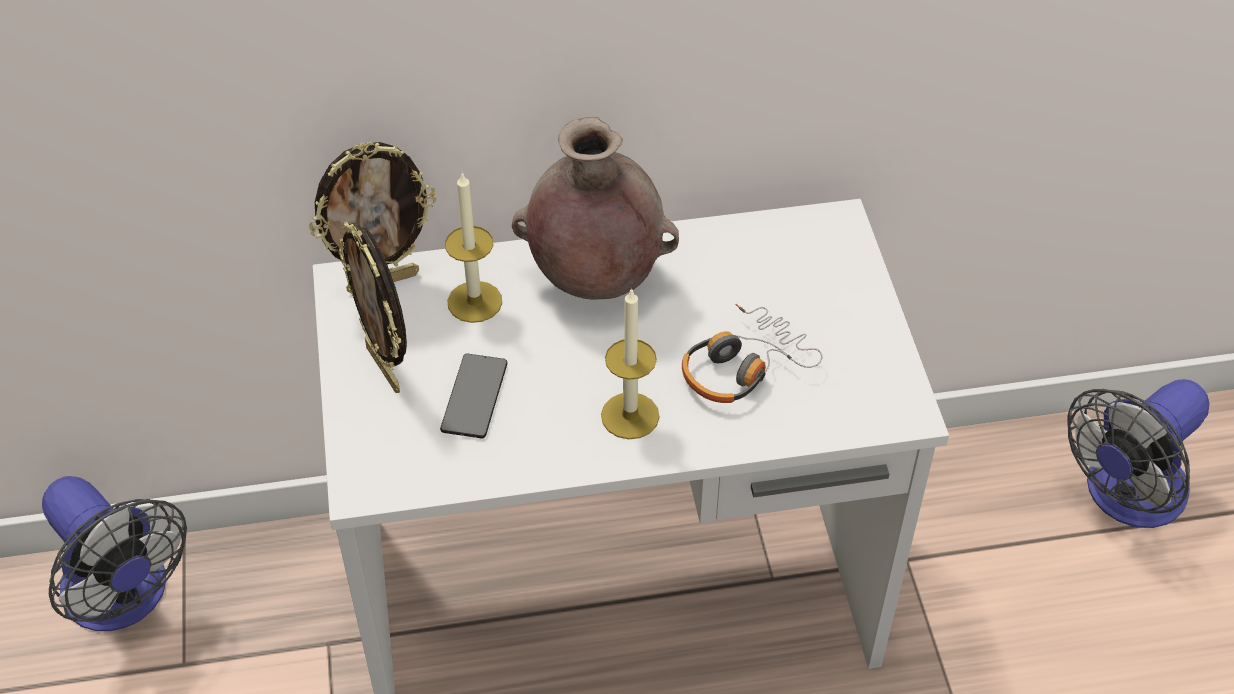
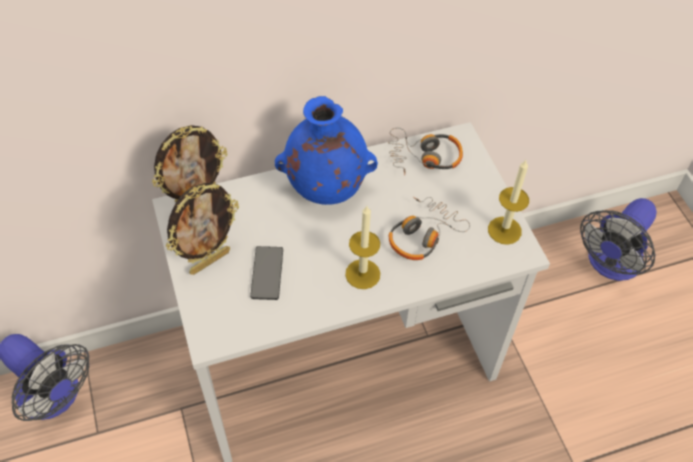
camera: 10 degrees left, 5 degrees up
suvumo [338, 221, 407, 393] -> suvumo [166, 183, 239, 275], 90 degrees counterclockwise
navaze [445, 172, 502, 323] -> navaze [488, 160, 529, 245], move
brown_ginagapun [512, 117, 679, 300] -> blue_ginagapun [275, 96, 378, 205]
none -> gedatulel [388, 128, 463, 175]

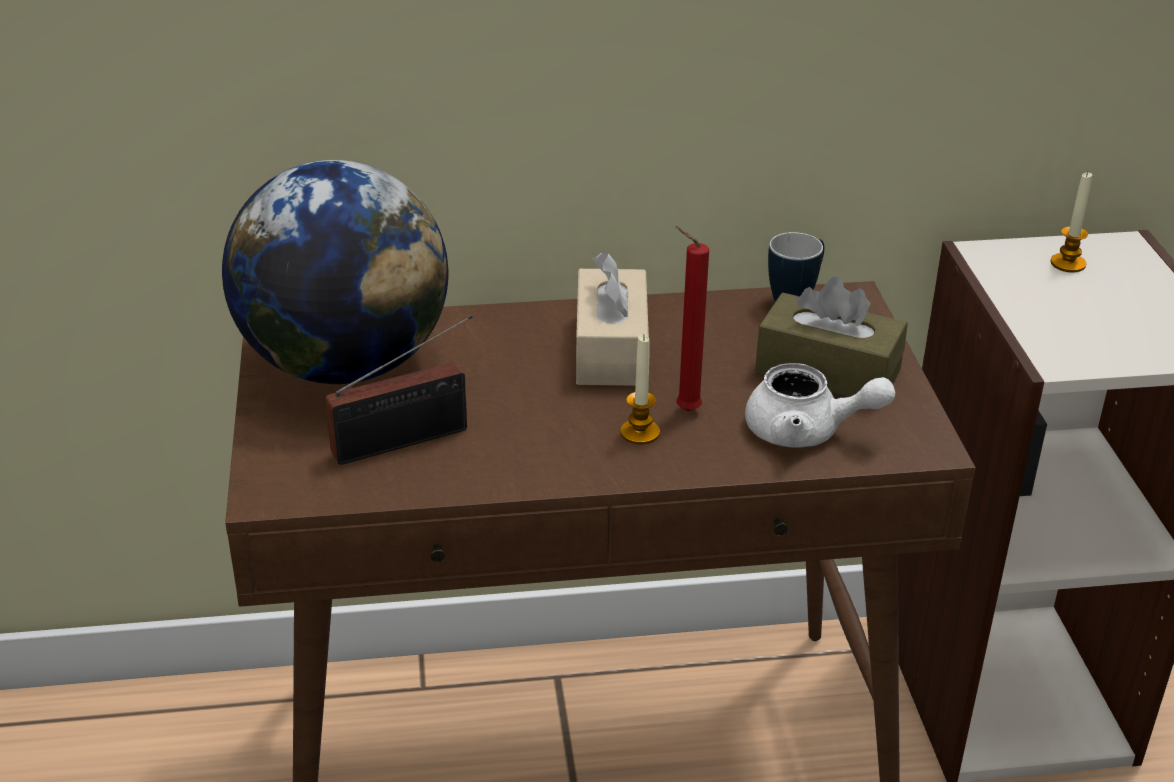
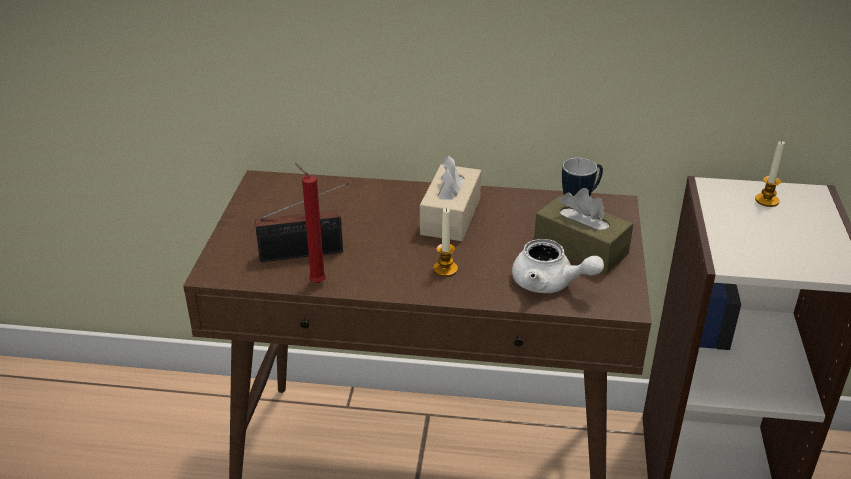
camera: 15 degrees right, 0 degrees up
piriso [222, 160, 448, 384] -> none
red_navaze [675, 226, 709, 411] -> red_navaze [295, 163, 326, 283], move

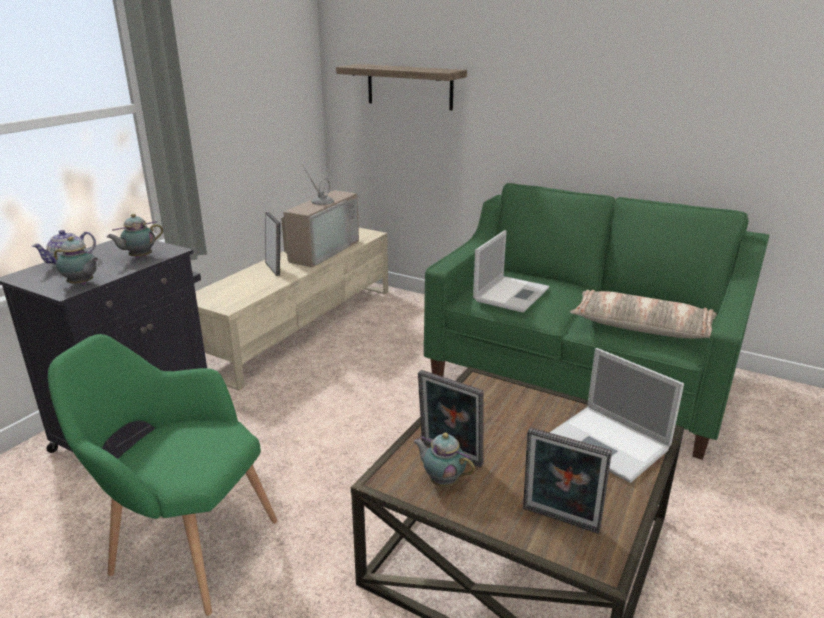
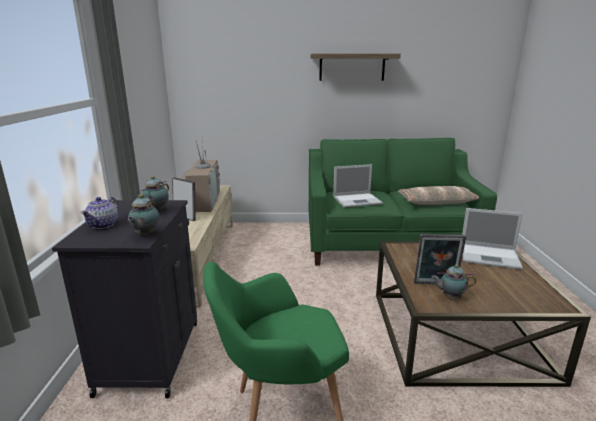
camera: 30 degrees left, 5 degrees down
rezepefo [54, 237, 99, 285] -> rezepefo [128, 194, 160, 236], 105 degrees clockwise
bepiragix [336, 64, 467, 110] -> bepiragix [310, 54, 401, 81], move
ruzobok [473, 230, 549, 313] -> ruzobok [333, 164, 383, 208], 75 degrees clockwise
suvumo [523, 427, 612, 534] -> none

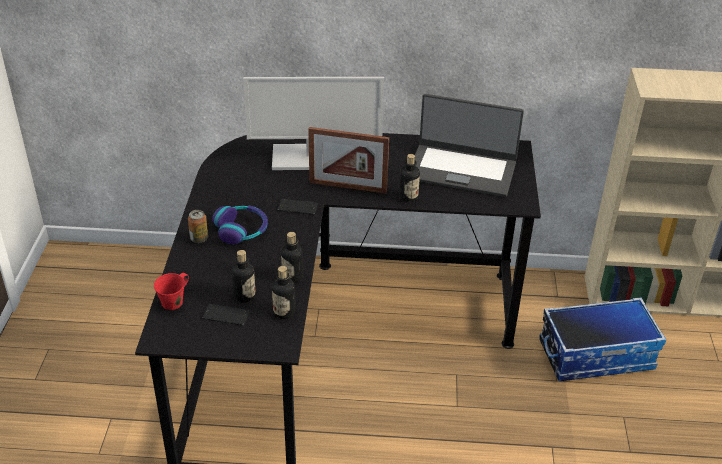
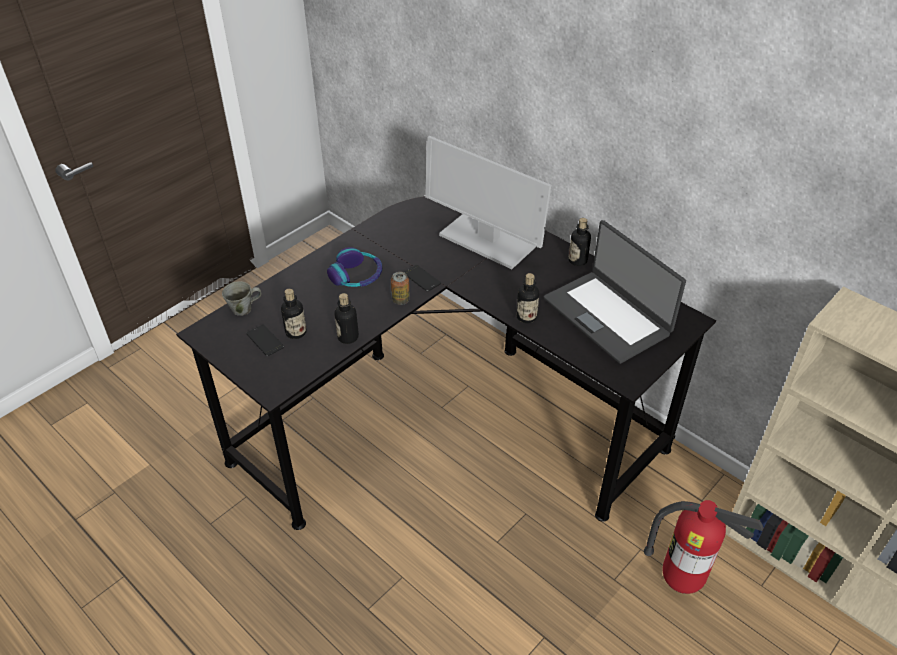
camera: 40 degrees right, 5 degrees up
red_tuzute [154, 273, 189, 310] -> grey_tuzute [222, 281, 261, 316]
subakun [188, 210, 208, 243] -> subakun [391, 272, 410, 305], move
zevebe [272, 266, 296, 319] -> zevebe [568, 218, 591, 266], move
suvumo [308, 127, 389, 193] -> none
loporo [539, 297, 666, 381] -> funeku [644, 500, 764, 594]

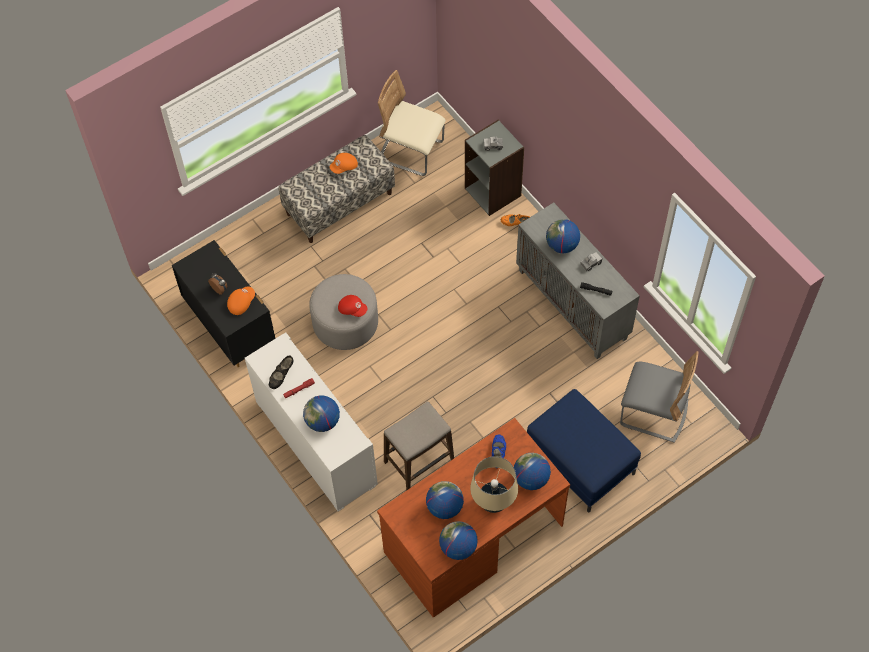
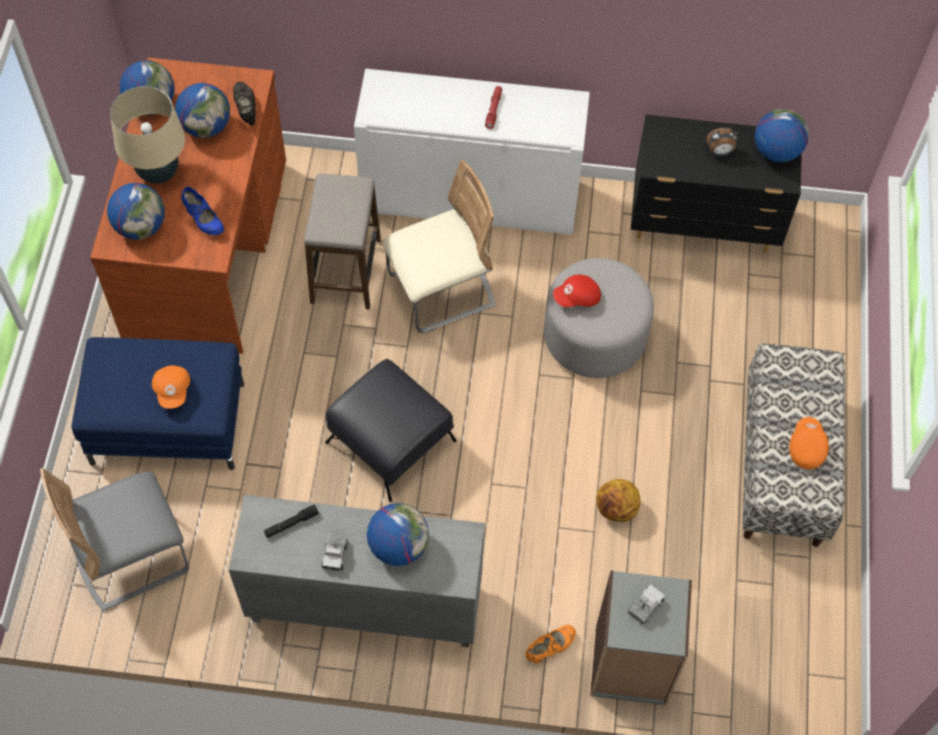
camera: 130 degrees right, 0 degrees up
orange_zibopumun [227, 286, 255, 315] -> orange_zibopumun [152, 365, 190, 409], move
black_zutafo [269, 355, 294, 389] -> black_zutafo [233, 82, 256, 126], move
piriso [303, 396, 340, 432] -> piriso [755, 109, 809, 162], move
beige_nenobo [378, 70, 446, 176] -> beige_nenobo [382, 159, 496, 333], move
none -> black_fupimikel [325, 359, 457, 502]
none -> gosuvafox [596, 479, 640, 522]

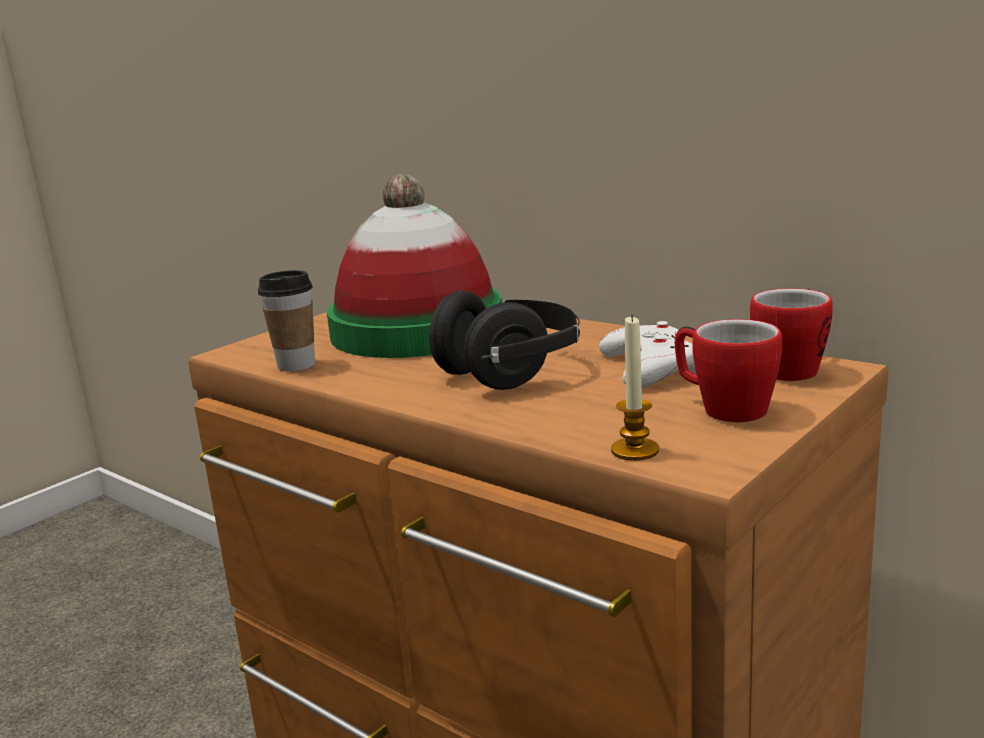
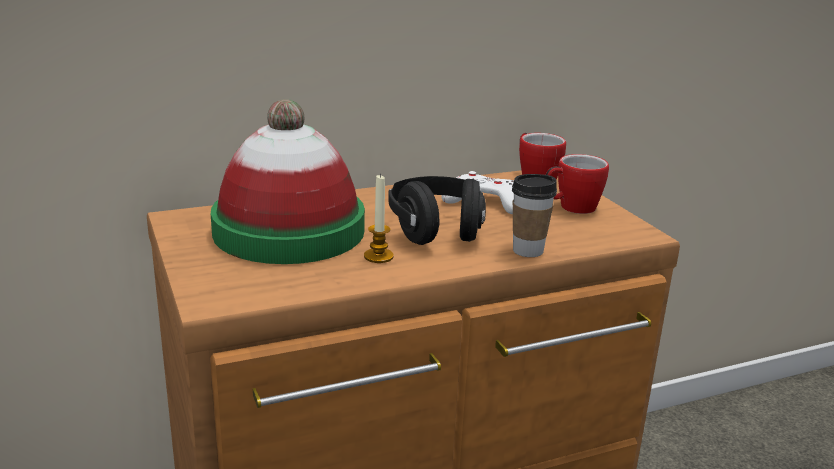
camera: 65 degrees left, 5 degrees up
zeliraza [258, 270, 315, 372] -> zeliraza [512, 174, 557, 257], move
navaze [611, 315, 659, 461] -> navaze [364, 173, 394, 263], move

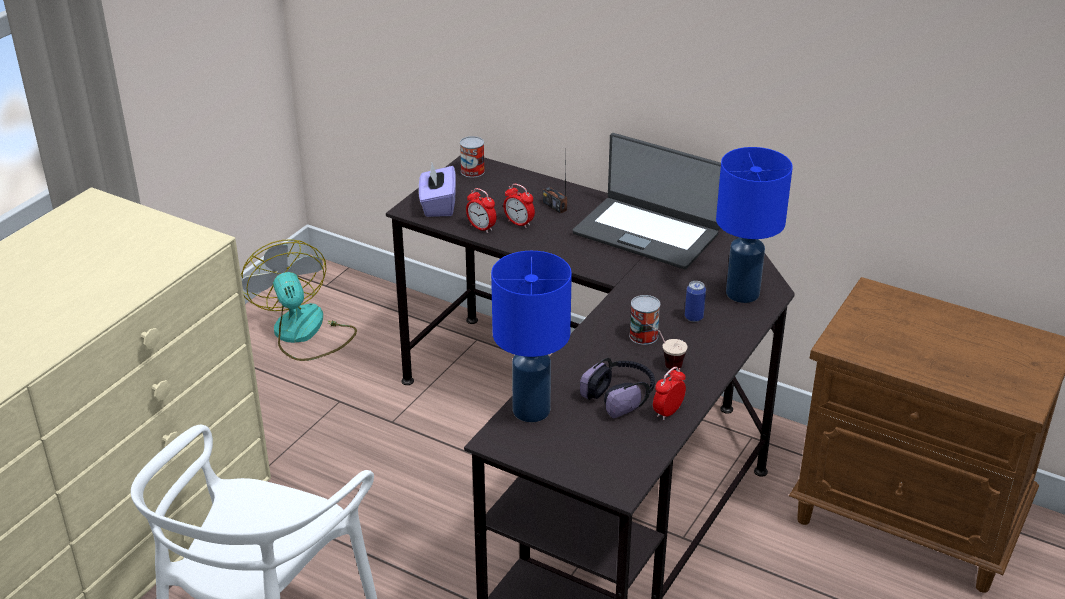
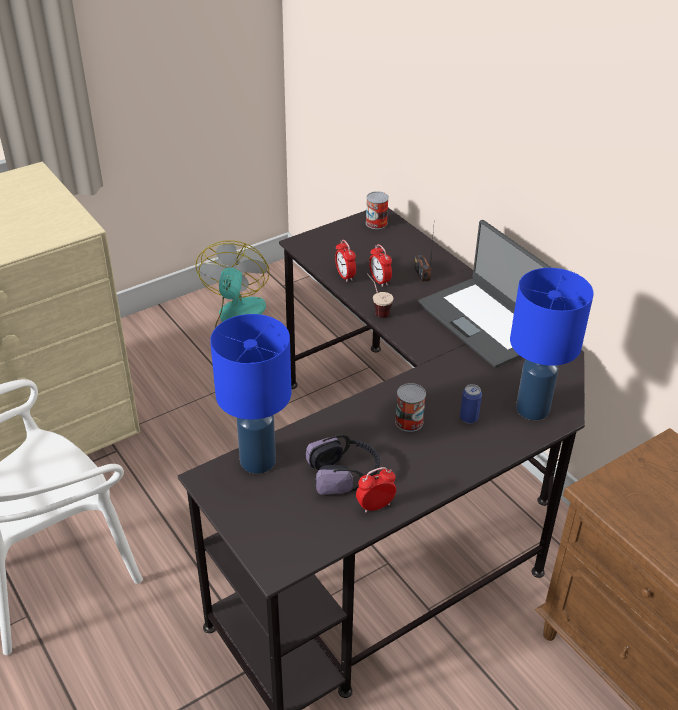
camera: 25 degrees right, 5 degrees up
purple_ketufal [419, 163, 456, 217] -> none
zeliraza [646, 323, 688, 370] -> zeliraza [367, 273, 393, 318], move

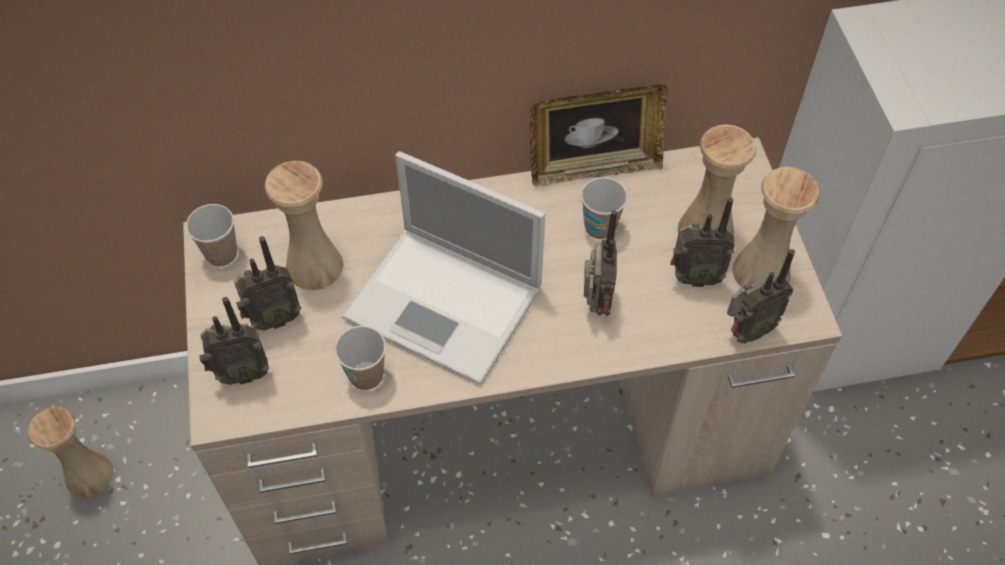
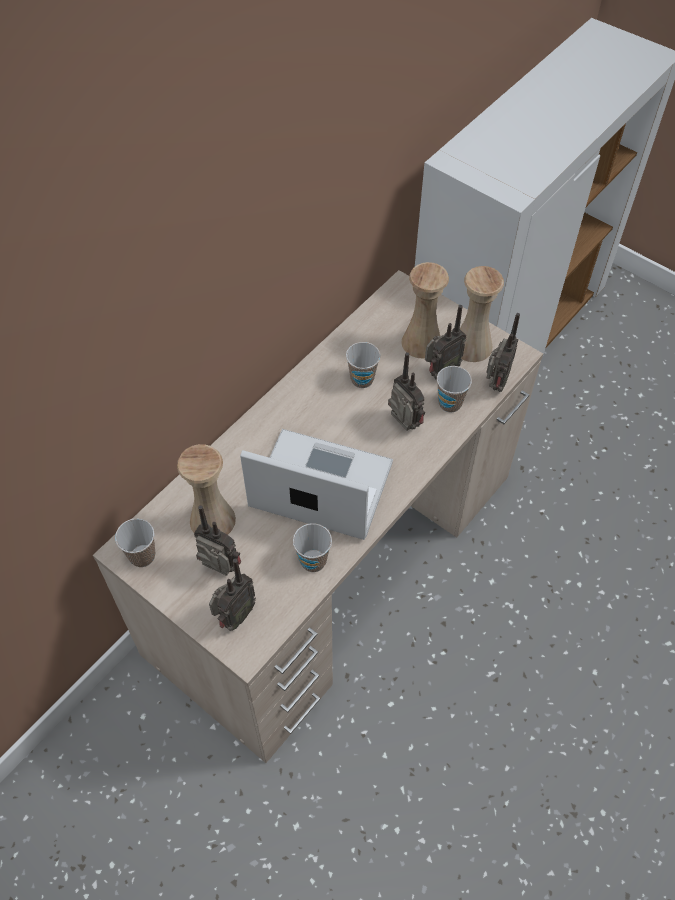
camera: 40 degrees left, 0 degrees up
beige_ginagapun [28, 407, 113, 498] -> none
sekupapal [234, 236, 301, 330] -> sekupapal [194, 505, 241, 576], 90 degrees counterclockwise
ruzobok [342, 151, 545, 384] -> ruzobok [240, 429, 393, 540], 150 degrees counterclockwise
suvumo [530, 84, 668, 187] -> none
none -> zeliraza [437, 366, 472, 413]

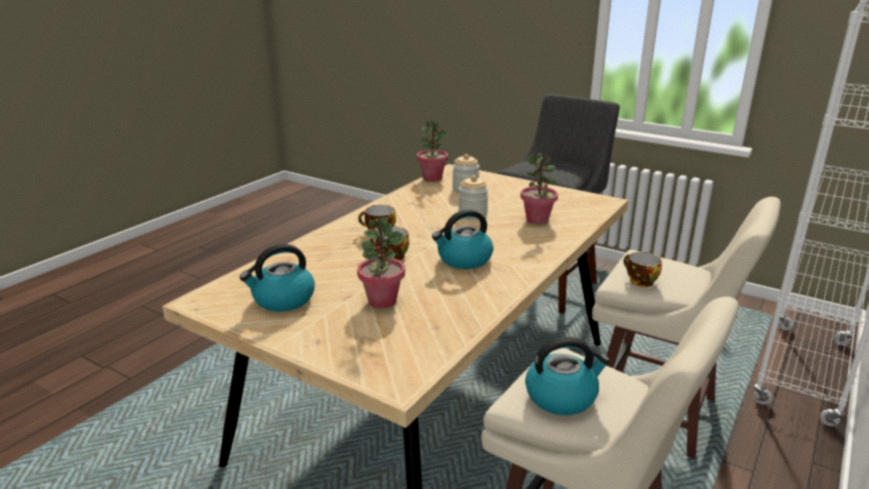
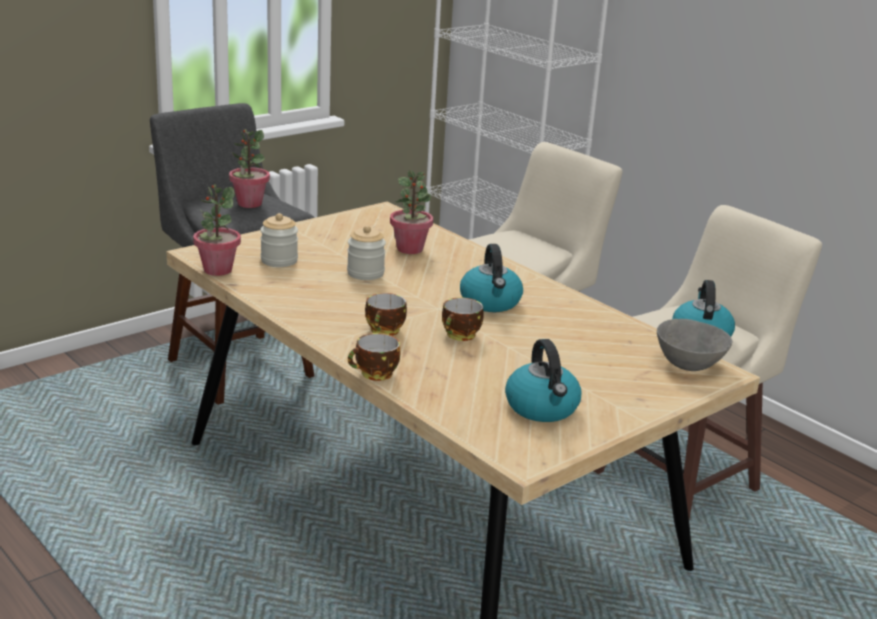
camera: 75 degrees left, 0 degrees up
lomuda [357, 217, 405, 308] -> lomuda [229, 129, 270, 208], move
zeliraza [623, 252, 662, 287] -> zeliraza [348, 333, 400, 381], move
none -> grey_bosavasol [657, 319, 732, 371]

